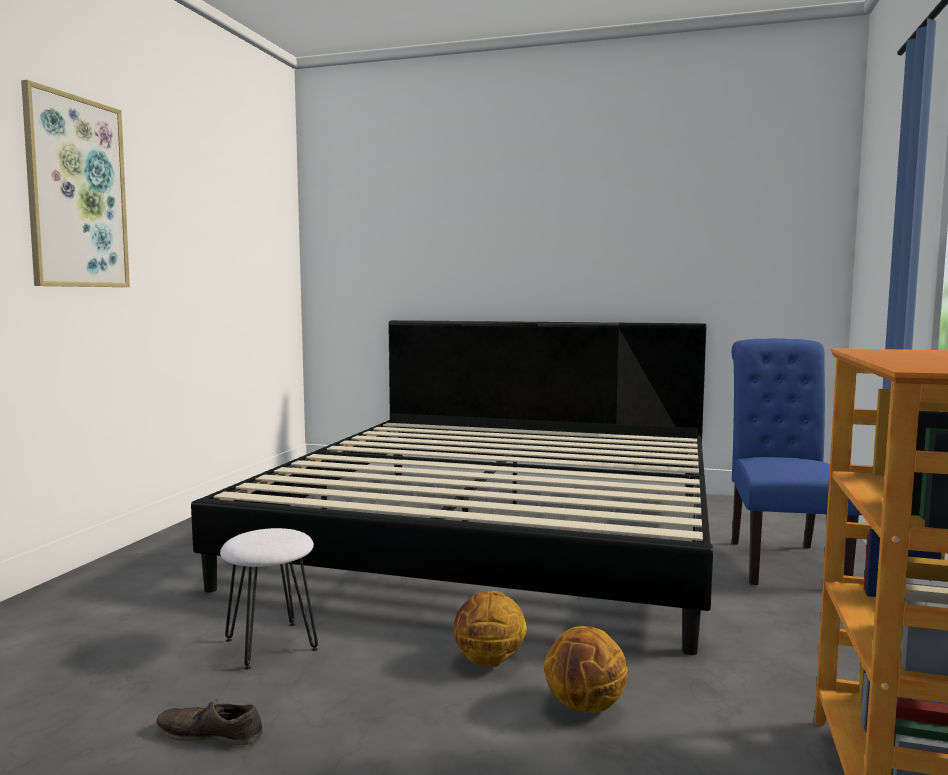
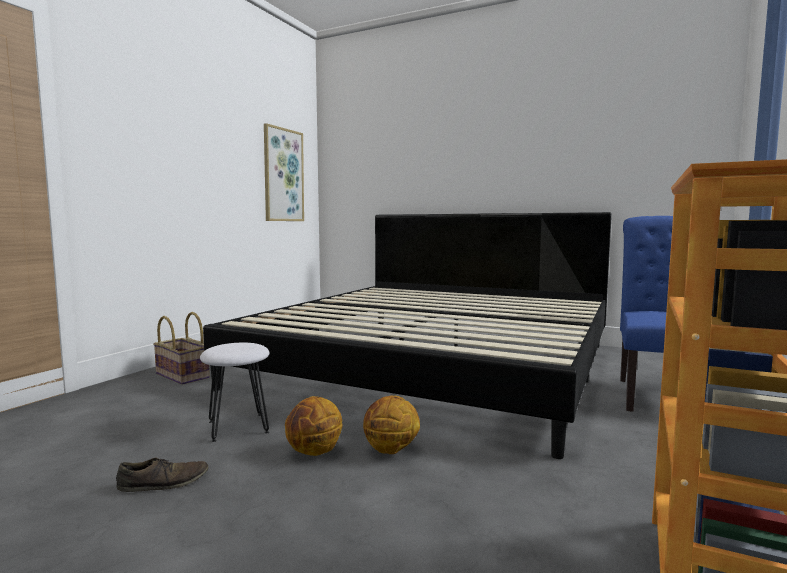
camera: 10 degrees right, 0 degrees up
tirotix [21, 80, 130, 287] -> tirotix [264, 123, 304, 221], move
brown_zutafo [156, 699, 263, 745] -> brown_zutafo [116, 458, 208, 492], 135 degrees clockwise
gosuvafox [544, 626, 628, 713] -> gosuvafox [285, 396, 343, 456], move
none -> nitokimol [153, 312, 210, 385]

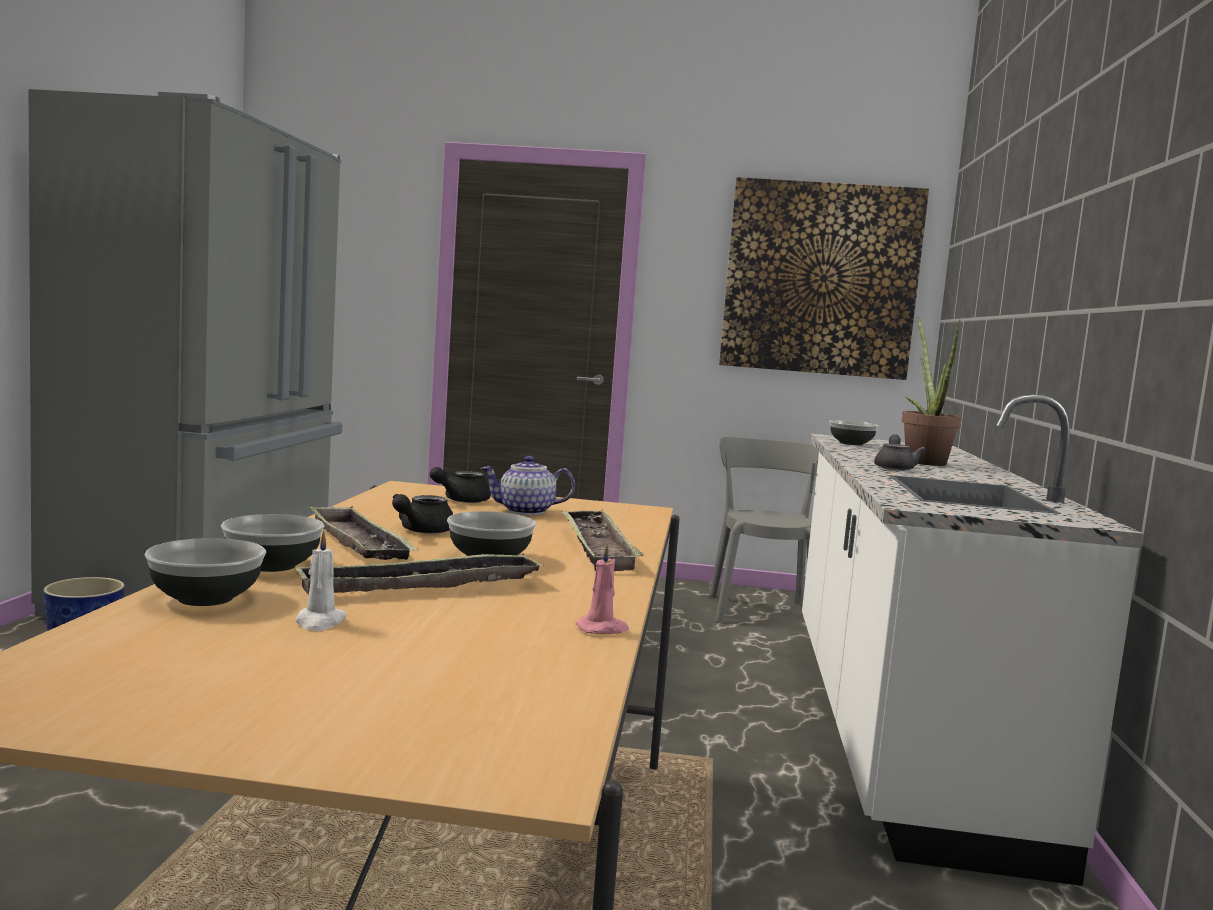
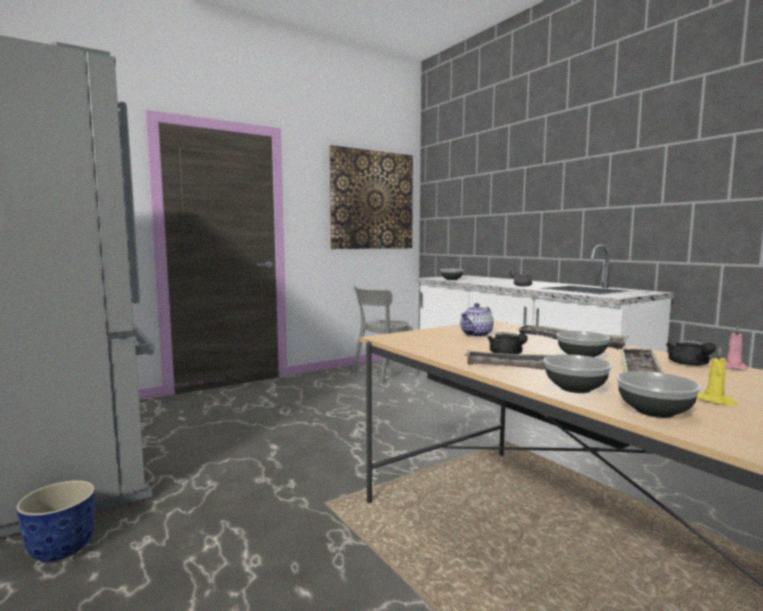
camera: 40 degrees left, 0 degrees up
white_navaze [296, 530, 347, 631] -> yellow_navaze [697, 348, 737, 406]
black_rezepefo [430, 467, 491, 503] -> black_rezepefo [666, 340, 716, 366], move
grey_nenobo [709, 437, 819, 622] -> grey_nenobo [352, 286, 419, 383], 90 degrees counterclockwise
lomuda [902, 317, 962, 466] -> none

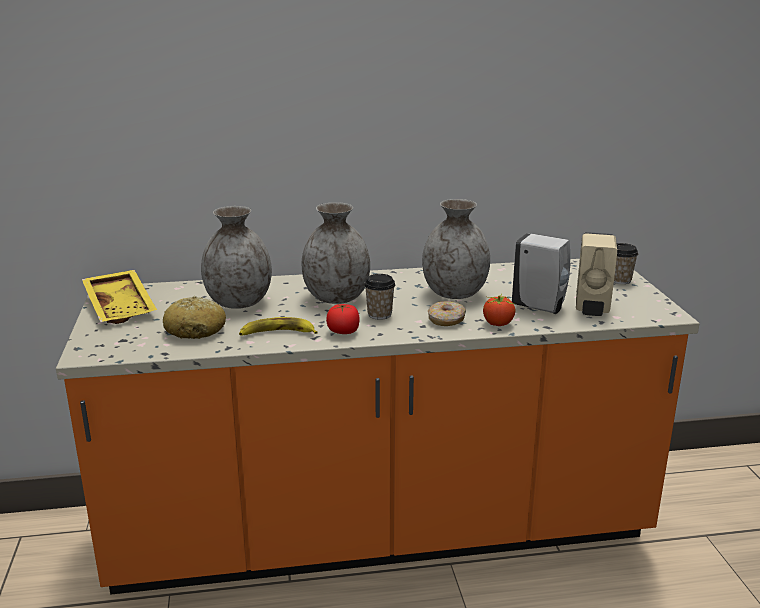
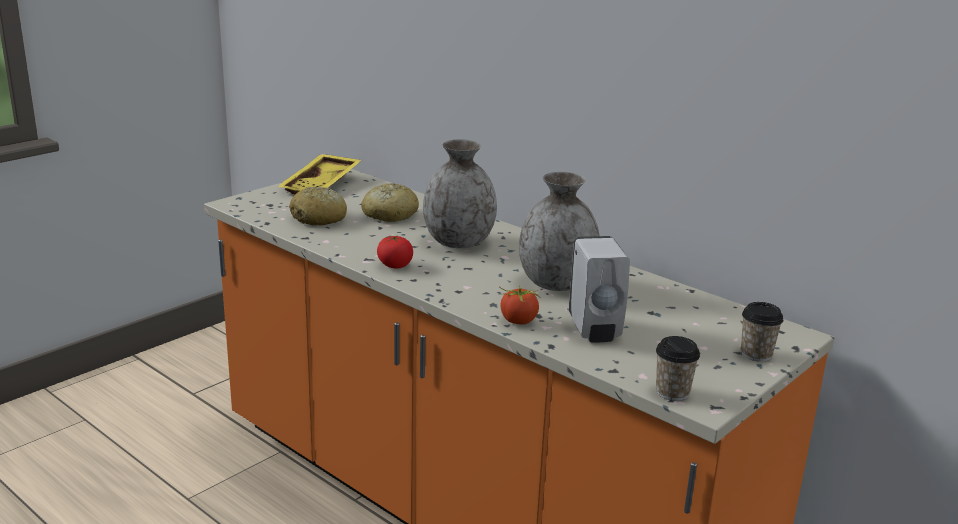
camera: 50 degrees right, 0 degrees up
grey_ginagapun [201, 206, 272, 309] -> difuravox [361, 183, 419, 222]
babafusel [239, 317, 318, 336] -> none
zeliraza [364, 274, 395, 320] -> zeliraza [656, 336, 700, 401], move
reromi [428, 301, 466, 326] -> none
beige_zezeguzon [576, 232, 617, 316] -> none

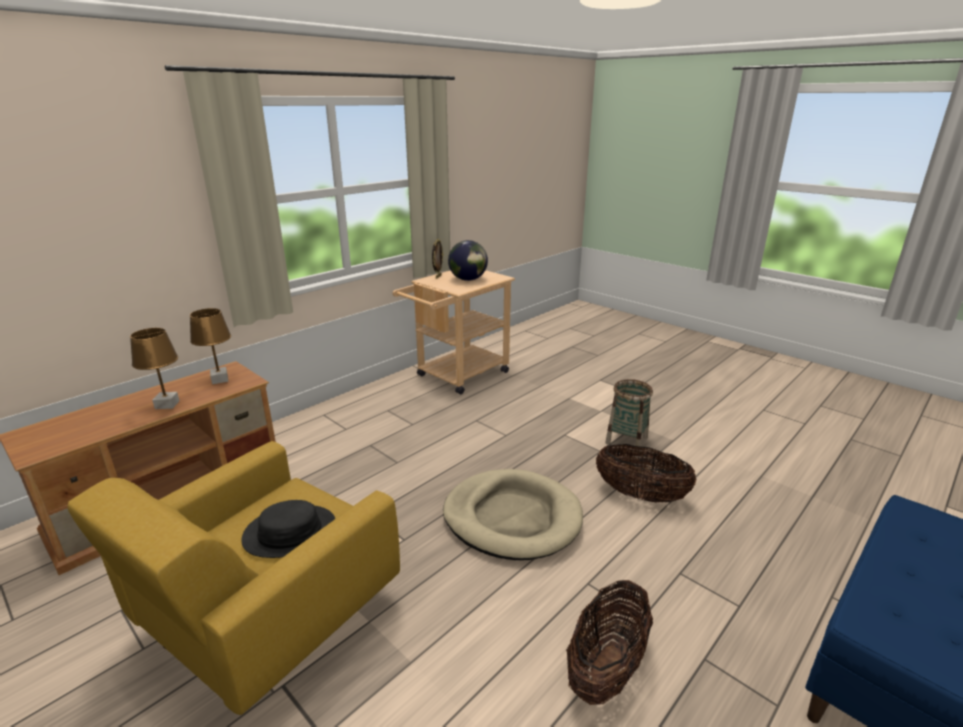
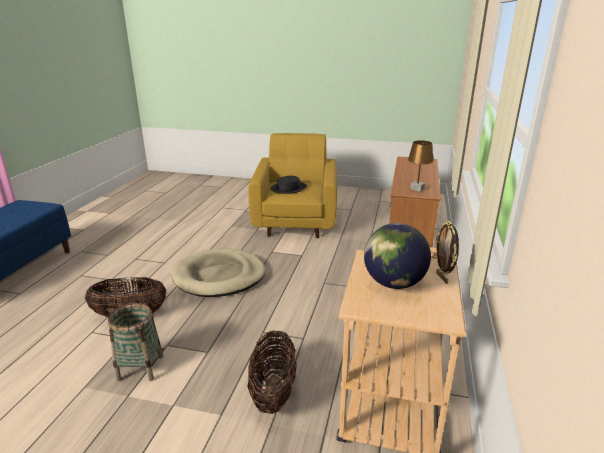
camera: 150 degrees right, 0 degrees up
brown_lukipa [130, 328, 180, 409] -> none
nitokimol [566, 580, 653, 705] -> nitokimol [247, 331, 297, 414], move

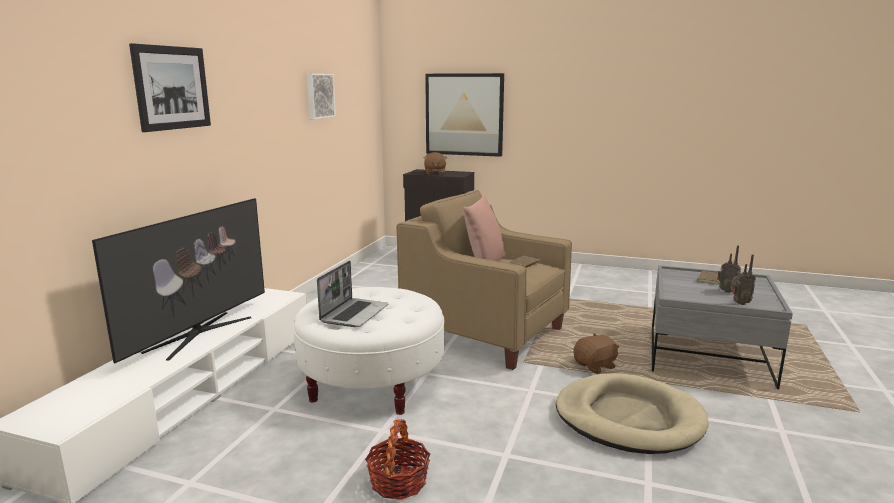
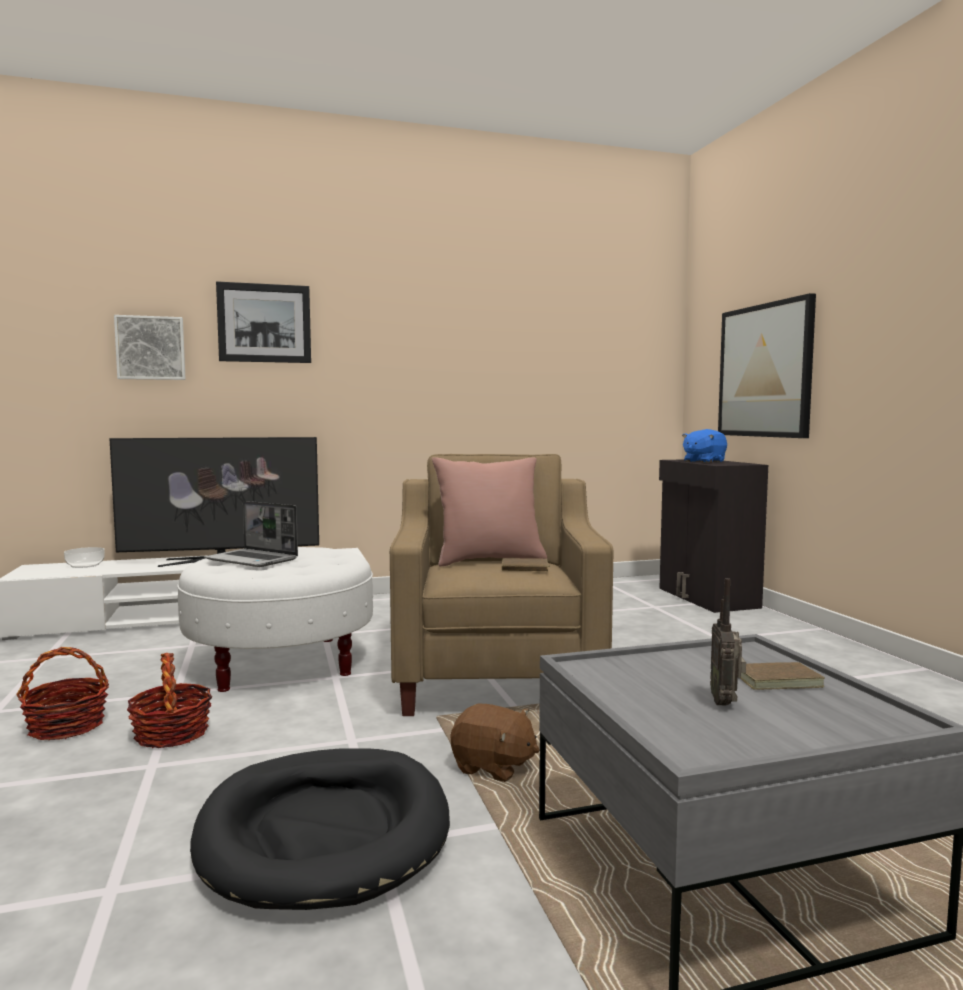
camera: 55 degrees right, 10 degrees down
tirotix [307, 74, 336, 119] -> tirotix [114, 315, 186, 380], move
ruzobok [317, 261, 389, 327] -> ruzobok [204, 501, 298, 567], 45 degrees clockwise
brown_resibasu [423, 152, 447, 175] -> blue_resibasu [682, 429, 727, 463]
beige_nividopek [556, 373, 709, 454] -> black_nividopek [190, 748, 450, 910]
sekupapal [731, 254, 756, 305] -> none
none -> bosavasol [64, 547, 105, 568]
none -> nitokimol [127, 653, 212, 748]

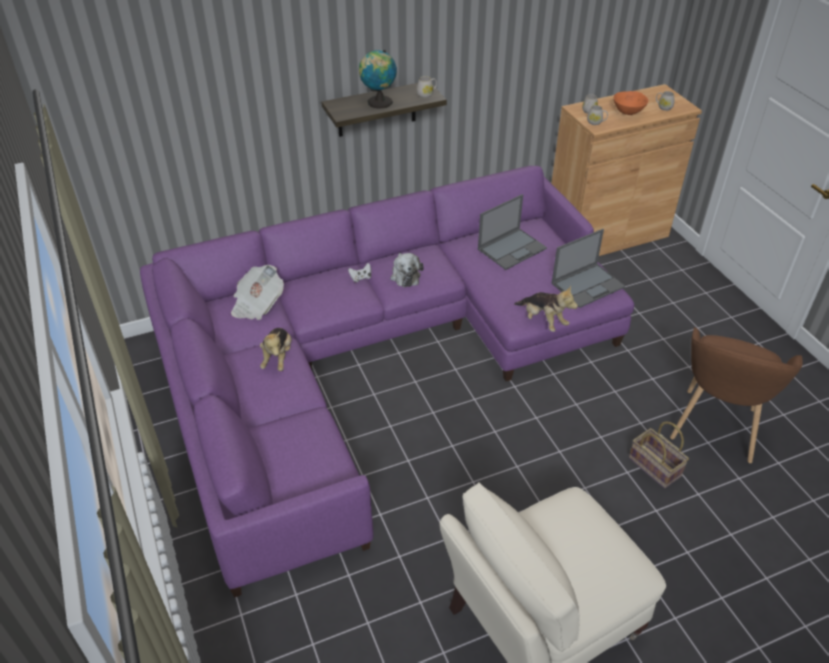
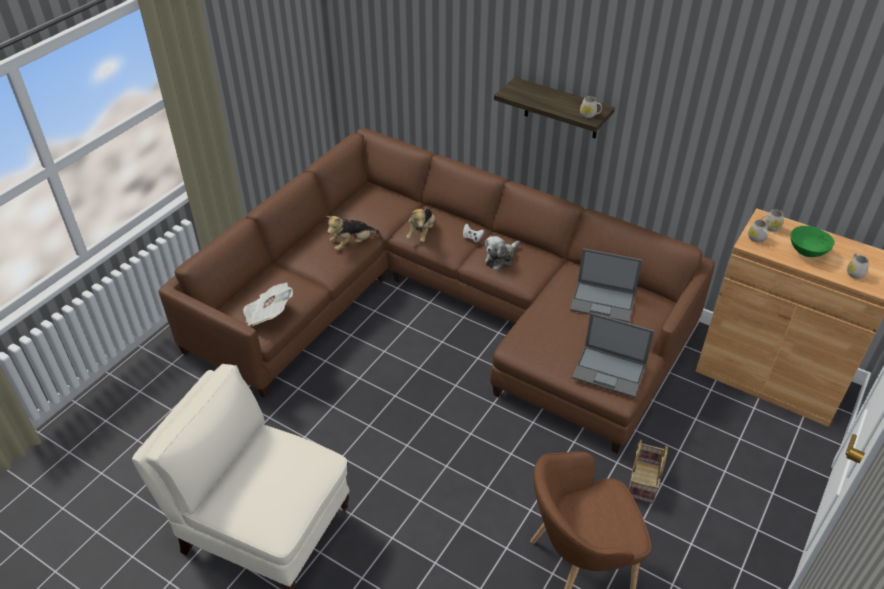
camera: 55 degrees right, 0 degrees up
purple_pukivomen [140, 166, 634, 598] -> brown_pukivomen [158, 129, 715, 454]
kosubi [231, 265, 284, 320] -> kosubi [243, 282, 293, 326], move
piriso [359, 50, 397, 109] -> none
resibasu [514, 286, 578, 332] -> resibasu [406, 208, 435, 242], move
orange_bosavasol [614, 91, 649, 115] -> green_bosavasol [790, 226, 835, 257]
nitokimol [629, 421, 689, 489] -> nitokimol [629, 440, 668, 503], move

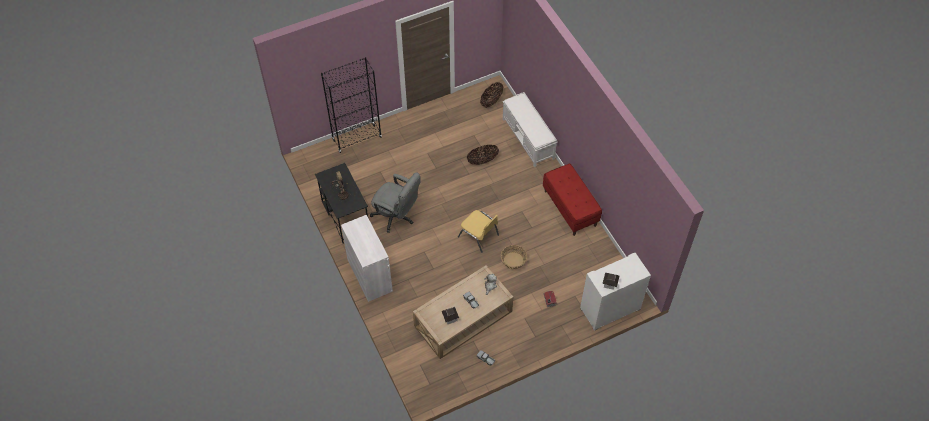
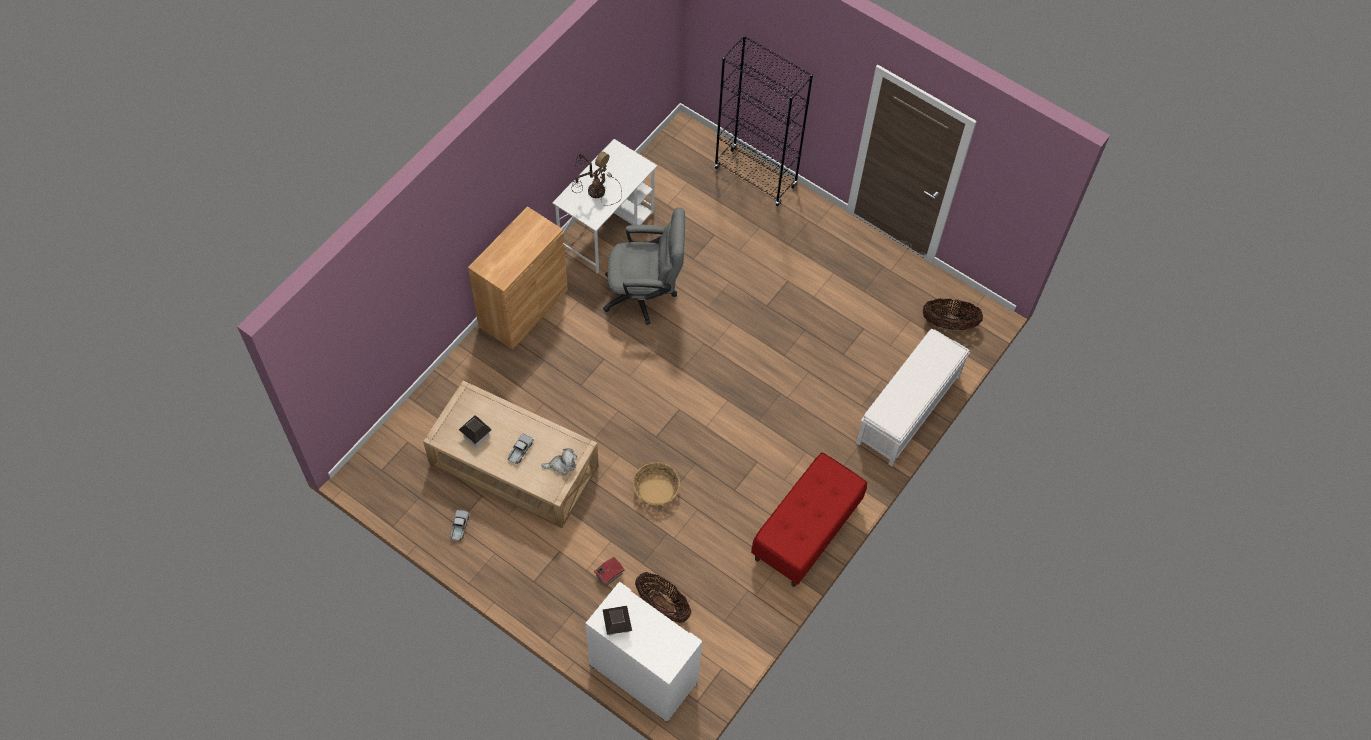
camera: 60 degrees right, 5 degrees up
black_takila [315, 163, 368, 244] -> white_takila [552, 139, 657, 274]
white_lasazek [341, 215, 393, 302] -> brown_lasazek [468, 206, 568, 350]
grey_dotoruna [370, 172, 421, 233] -> grey_dotoruna [603, 208, 685, 325], 90 degrees counterclockwise
yellow_nenobo [458, 210, 499, 253] -> none
nitokimol [467, 145, 499, 165] -> nitokimol [635, 572, 691, 623], move

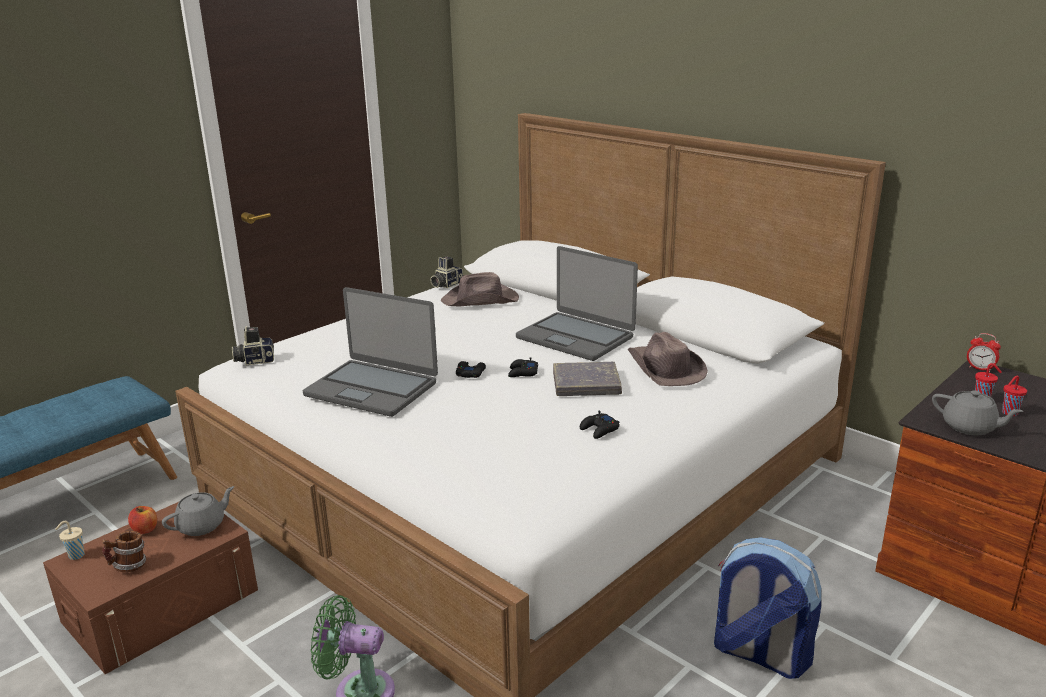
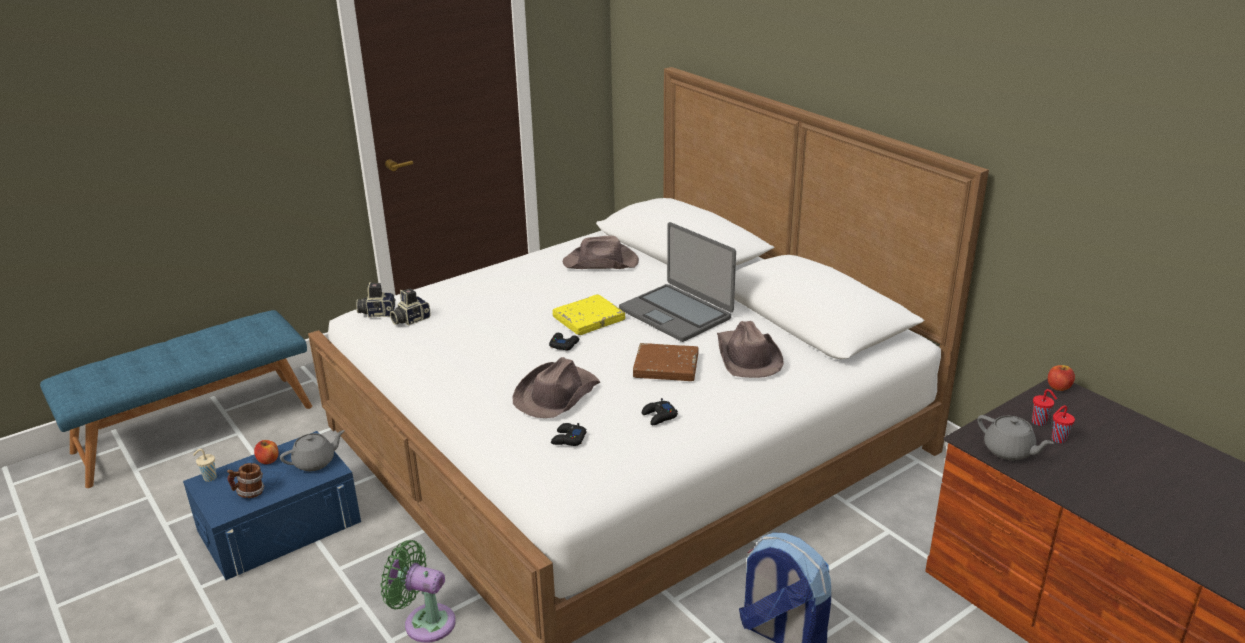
camera: 10 degrees right, 5 degrees up
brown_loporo [43, 502, 258, 674] -> blue_loporo [183, 431, 361, 580]
ruzobok [303, 287, 438, 417] -> none
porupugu [430, 256, 463, 288] -> porupugu [390, 288, 430, 326], move
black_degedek [508, 357, 538, 377] -> black_degedek [551, 423, 587, 446], move
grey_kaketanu [553, 362, 622, 396] -> brown_kaketanu [633, 343, 699, 381]
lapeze [967, 333, 1001, 372] -> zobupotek [1048, 365, 1075, 391]
none -> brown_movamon [512, 357, 600, 418]
none -> yellow_kaketanu [553, 294, 625, 335]

